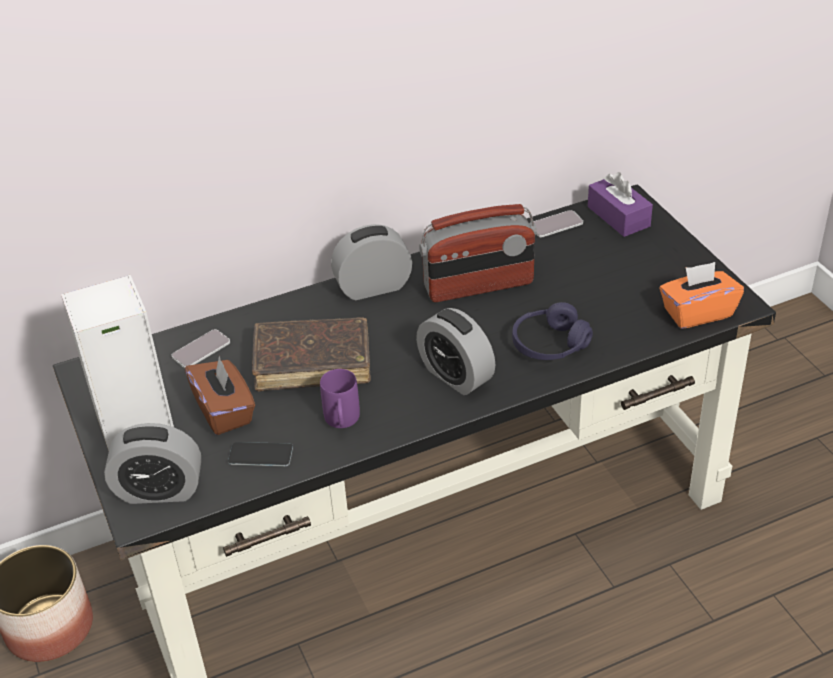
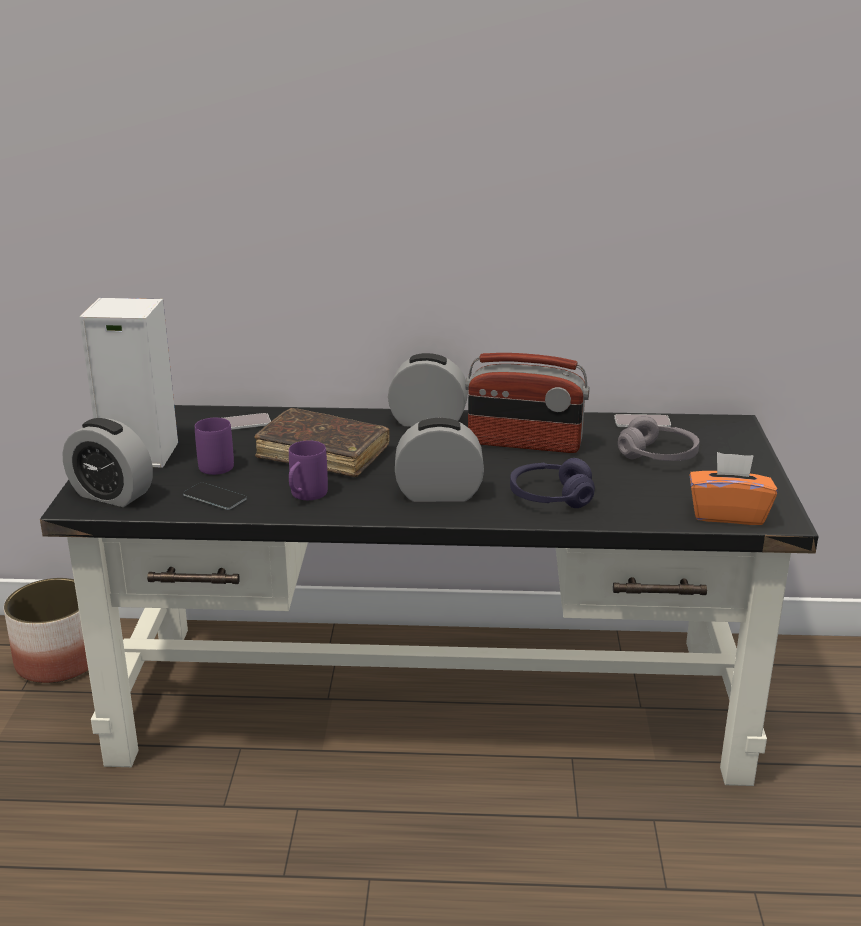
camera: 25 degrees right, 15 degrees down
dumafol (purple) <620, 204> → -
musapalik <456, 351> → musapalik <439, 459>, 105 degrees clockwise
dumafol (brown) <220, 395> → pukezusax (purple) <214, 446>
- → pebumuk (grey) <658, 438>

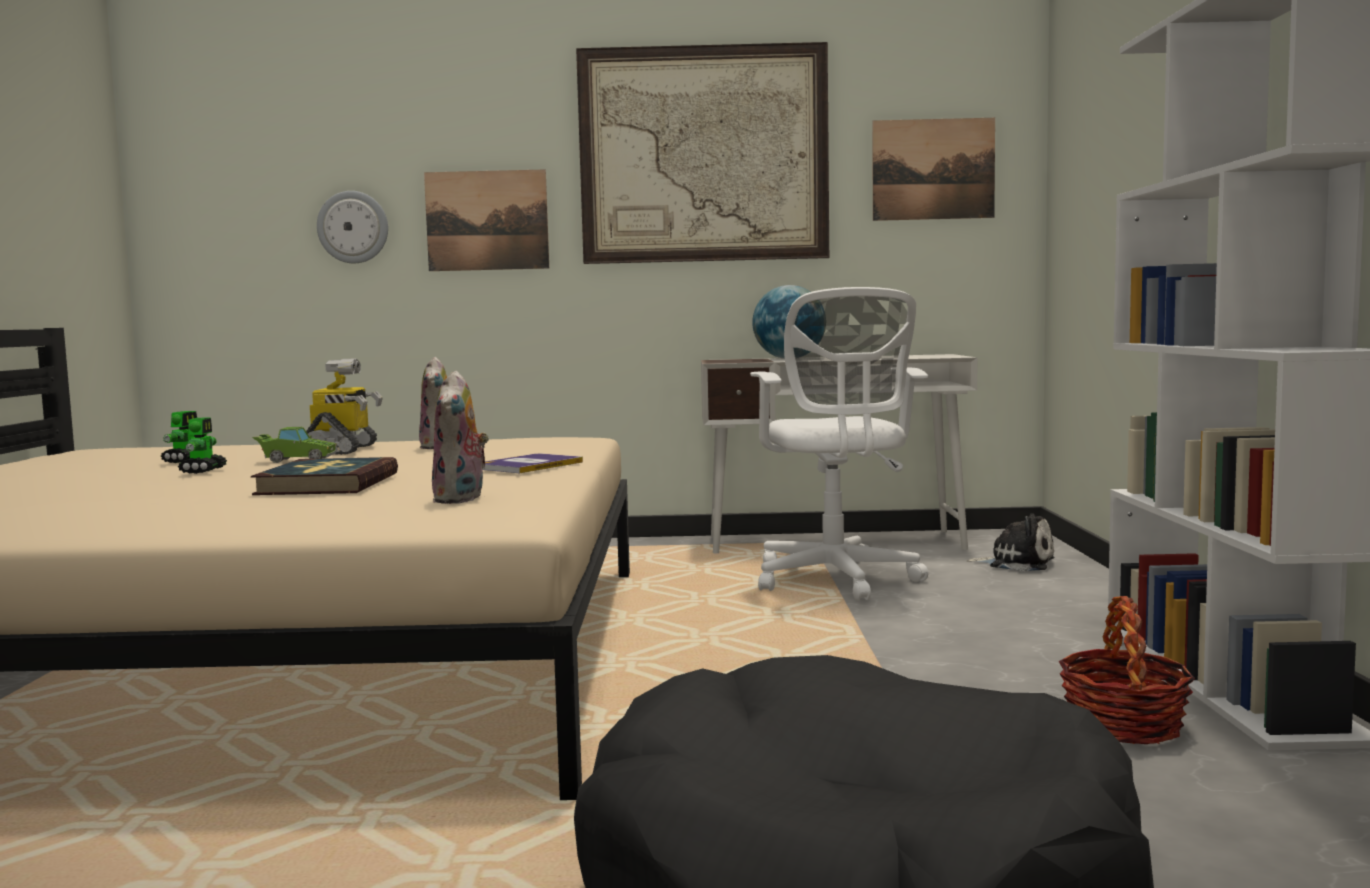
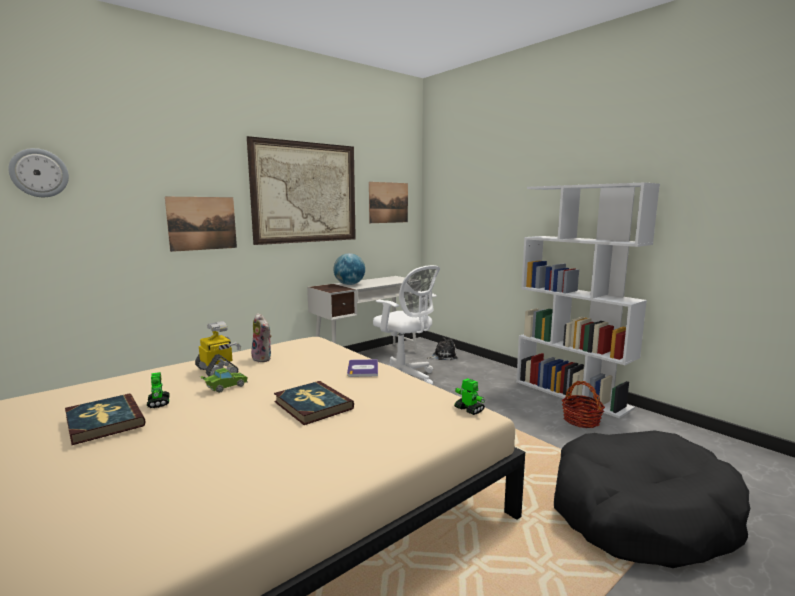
camera: 40 degrees left, 5 degrees up
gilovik <352, 227> → gilovik <38, 172>, relocated
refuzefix <460, 437> → -
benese <202, 445> → benese <469, 396>, relocated
- → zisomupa <105, 419>

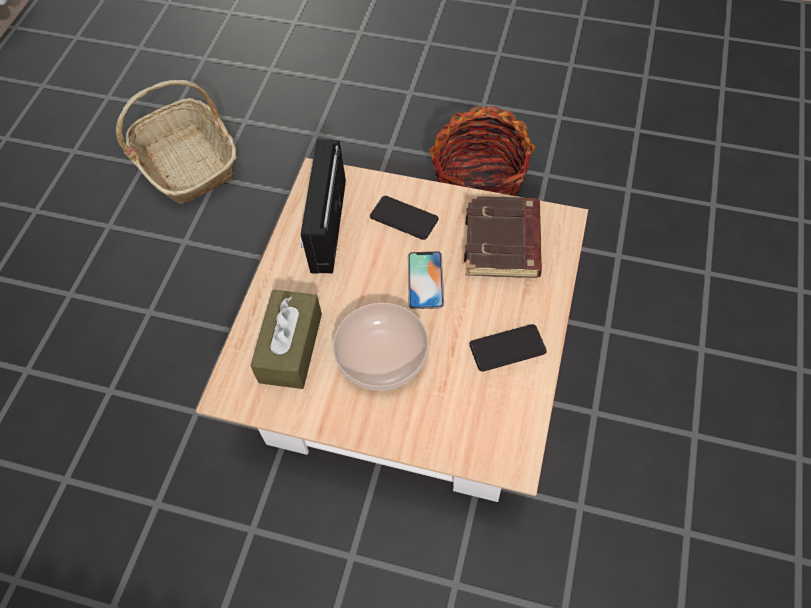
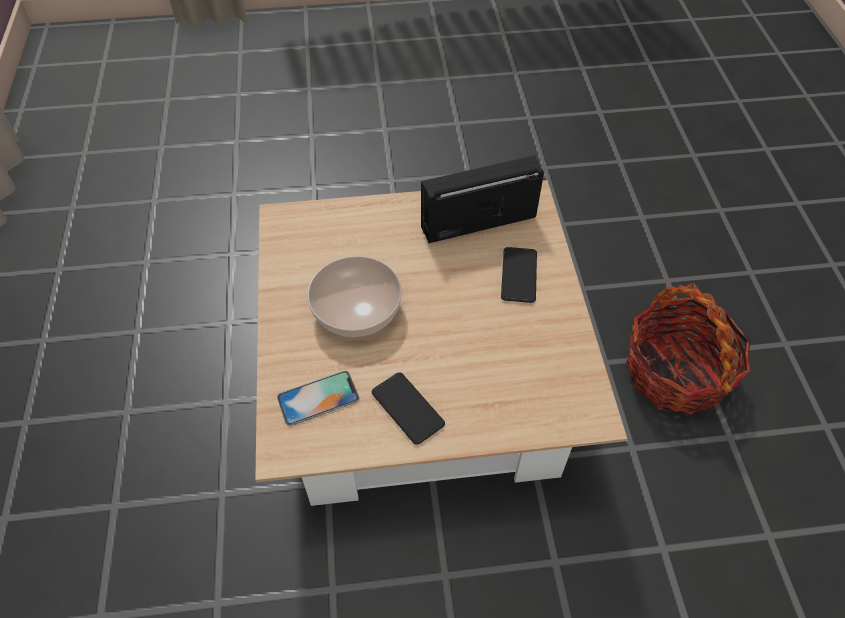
camera: 65 degrees right, 5 degrees down
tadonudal <176, 142> → -
zisomupa (brown) <503, 237> → -
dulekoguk <426, 280> → dulekoguk <318, 398>, relocated
dumafol (brown) <286, 339> → -

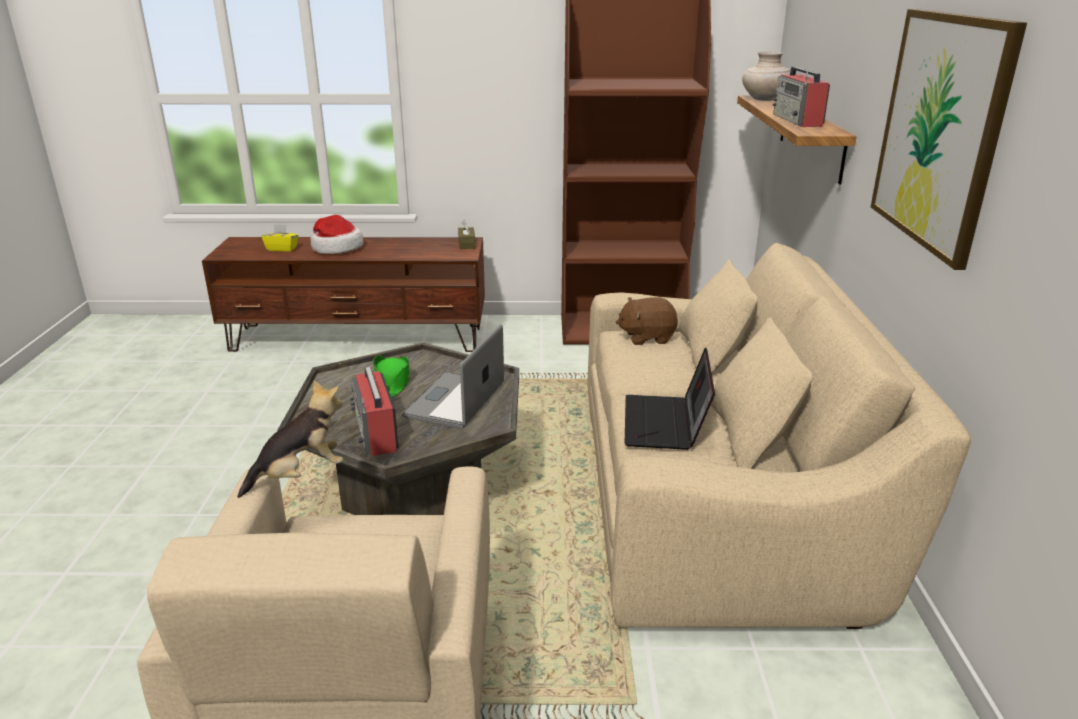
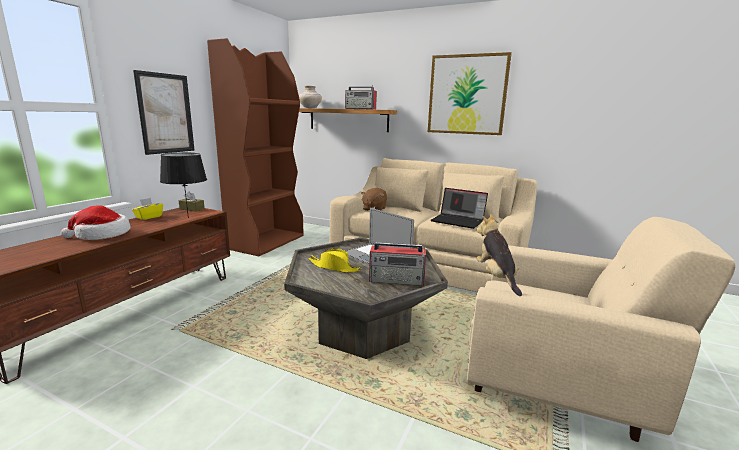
camera: 65 degrees left, 10 degrees down
dumafol (yellow) <280, 238> → dumafol (yellow) <147, 209>, relocated
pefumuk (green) <391, 377> → pefumuk (yellow) <335, 261>
- → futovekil <164, 112>
- → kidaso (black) <183, 185>

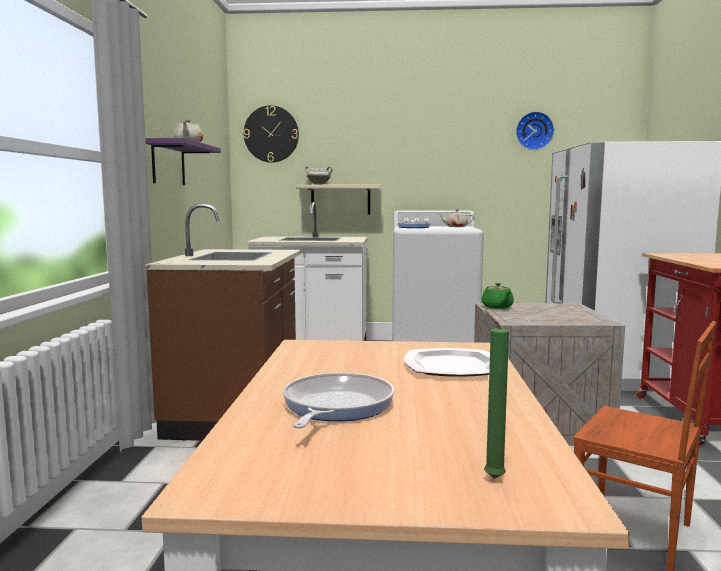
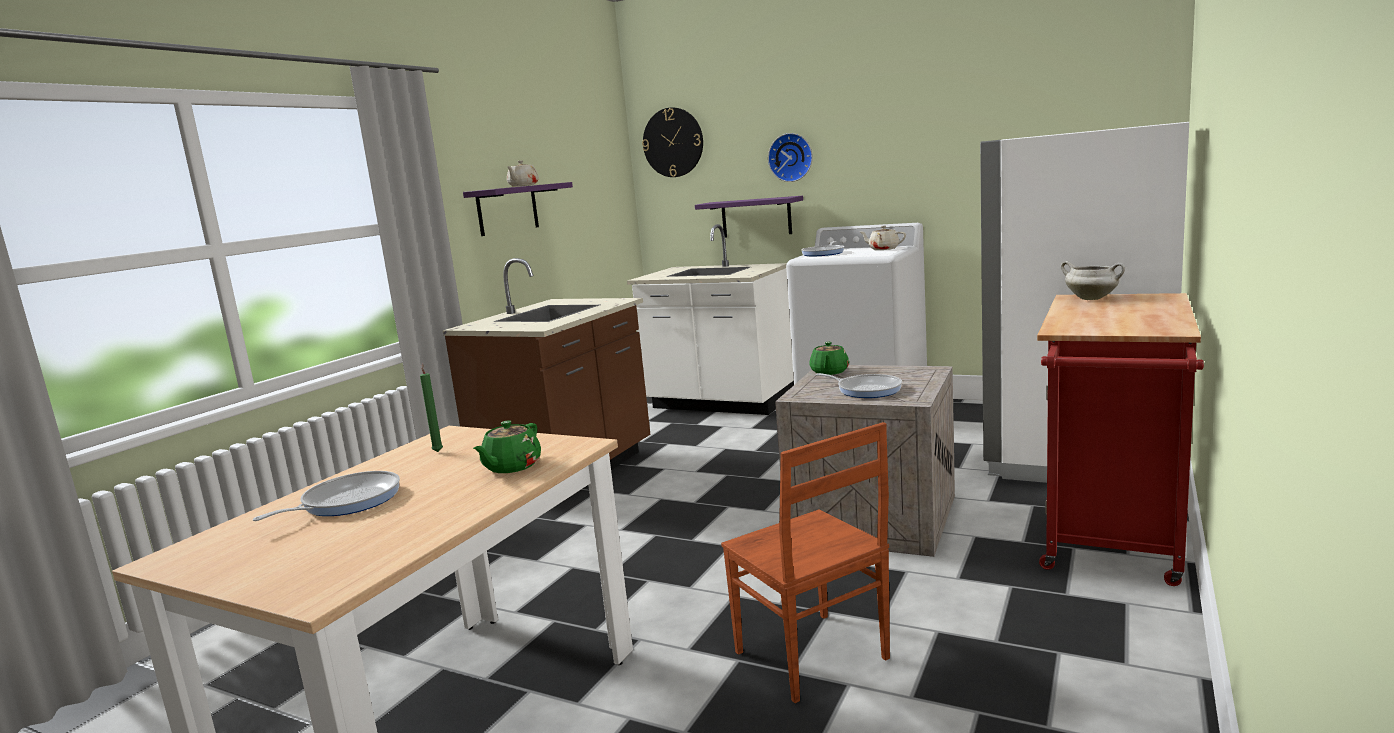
camera: 25 degrees right, 5 degrees up
gilovik <535, 130> → gilovik <790, 157>, relocated
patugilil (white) <319, 175> → patugilil (white) <1092, 280>, relocated
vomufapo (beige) <338, 200> → vomufapo (purple) <749, 217>
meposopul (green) <496, 394> → meposopul (green) <431, 408>, relocated
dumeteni <447, 362> → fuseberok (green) <507, 446>
- → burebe <859, 385>

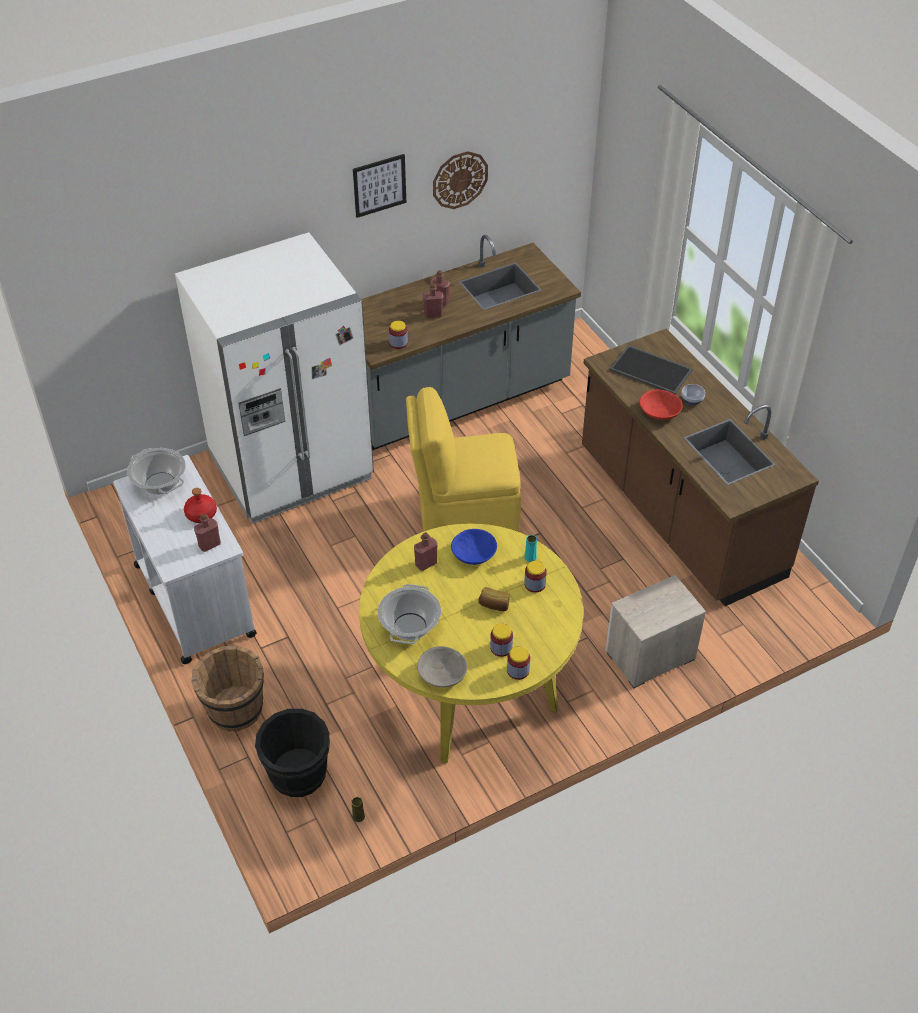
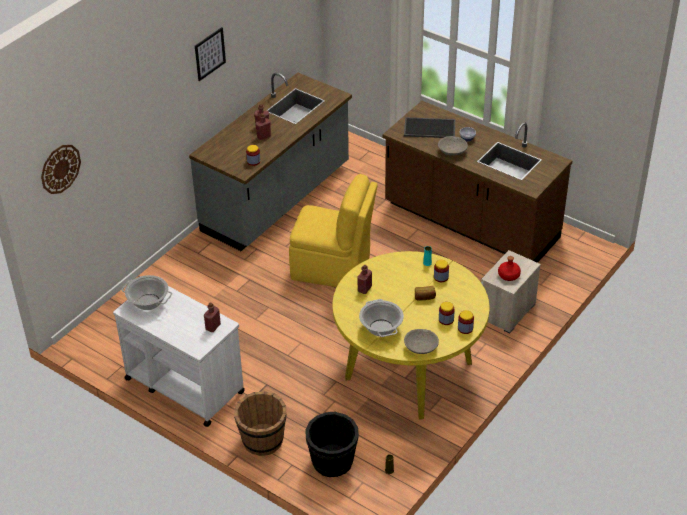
camera: 25 degrees left, 5 degrees down
gilovik <460, 180> → gilovik <61, 169>, relocated
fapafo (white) <274, 378> → -
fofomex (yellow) <463, 459> → fofomex (yellow) <333, 230>, 135 degrees counterclockwise
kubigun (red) <661, 404> → kubigun (grey) <453, 146>
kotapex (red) <200, 505> → kotapex (red) <509, 268>, relocated
kubigun (blue) <474, 547> → -

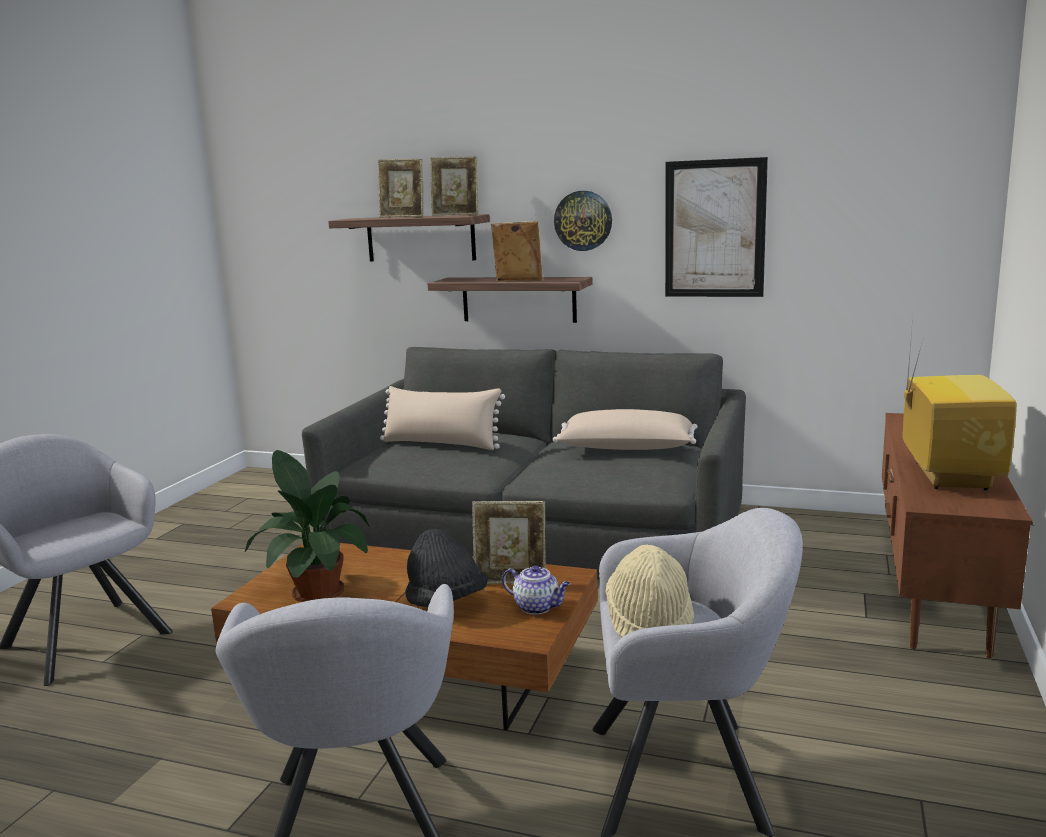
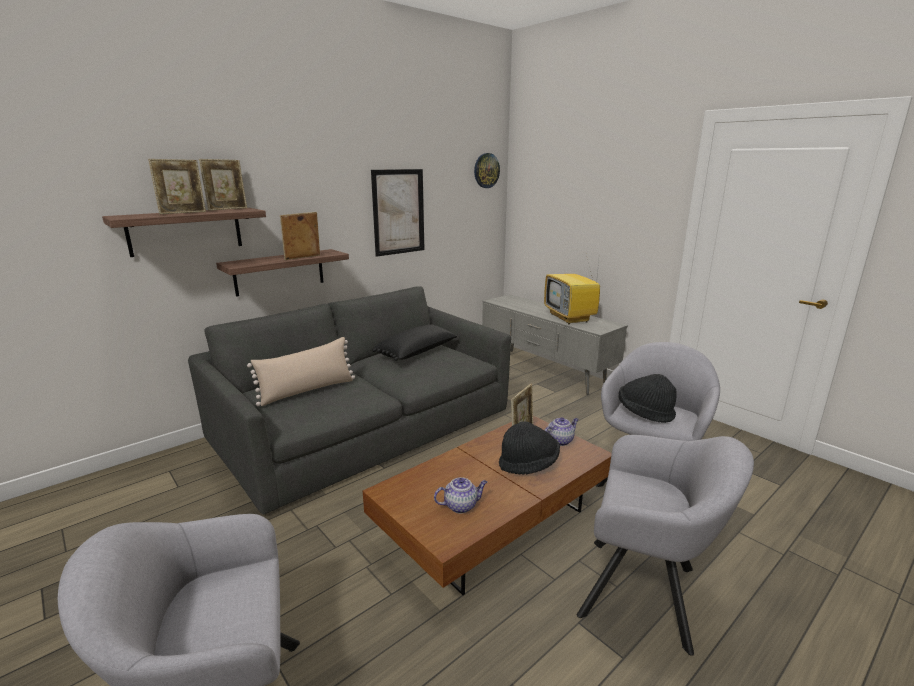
camera: 60 degrees left, 5 degrees up
gilovik <583, 221> → gilovik <487, 170>, relocated
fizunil <960, 404> → fizunil <572, 288>, 150 degrees counterclockwise
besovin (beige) <625, 429> → besovin (black) <414, 342>
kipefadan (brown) <958, 535> → kipefadan (grey) <555, 344>
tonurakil <307, 526> → fuseberok <460, 495>
pefumuk (beige) <649, 591> → pefumuk (black) <647, 398>

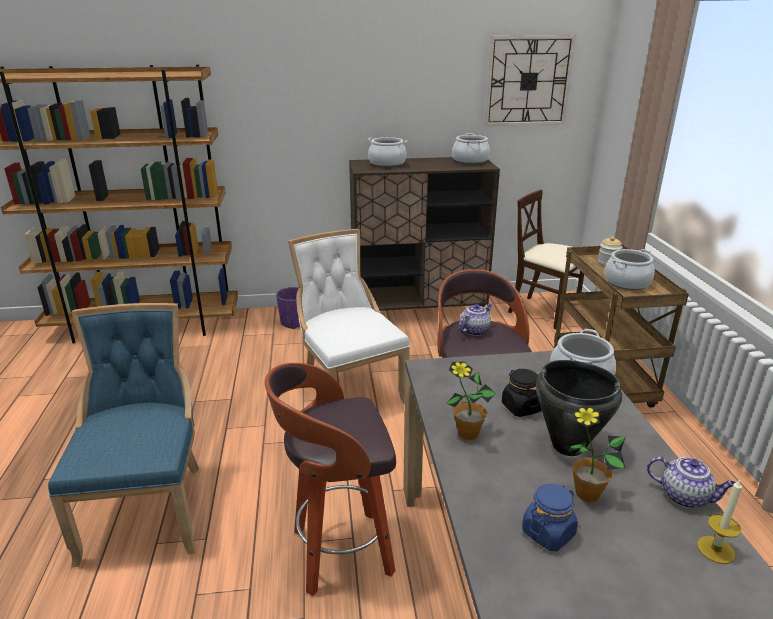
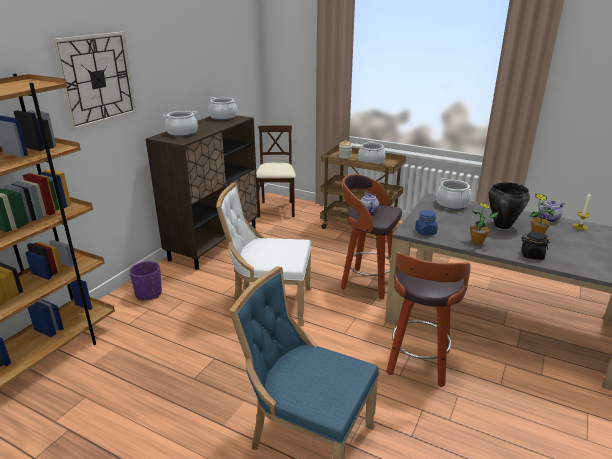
camera: 55 degrees left, 0 degrees up
gilovik <530, 80> → gilovik <94, 81>, relocated
fofomex (beige) <546, 259> → fofomex (beige) <276, 171>, 105 degrees clockwise
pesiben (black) <521, 393> → pesiben (black) <535, 245>, relocated
pesiben (blue) <550, 518> → pesiben (blue) <426, 222>, relocated

